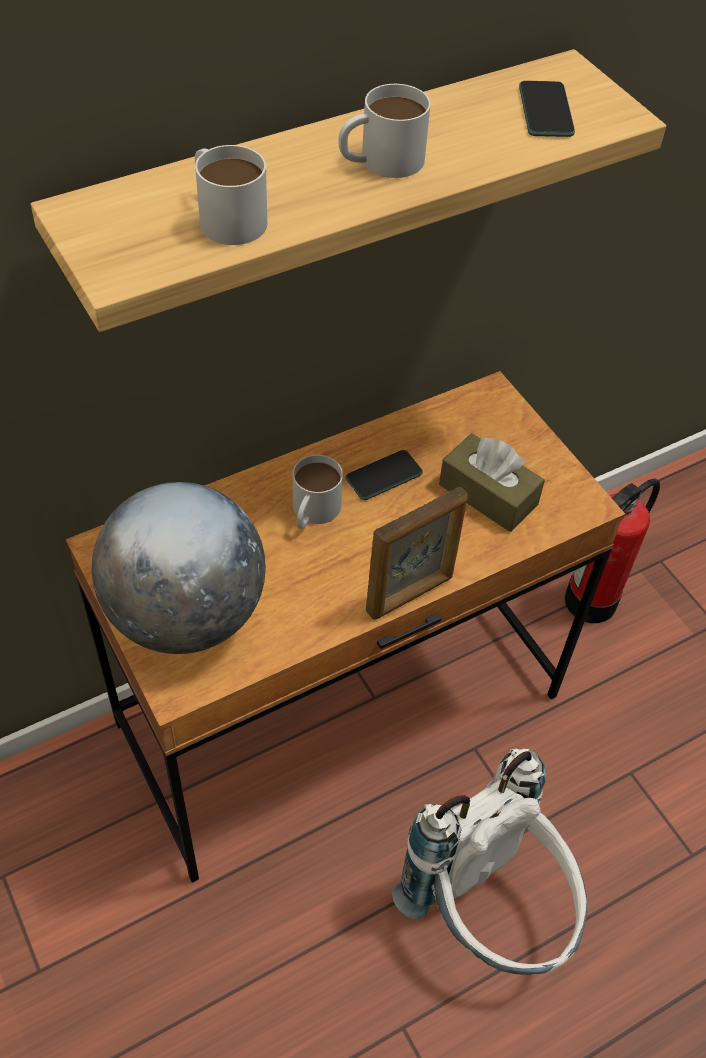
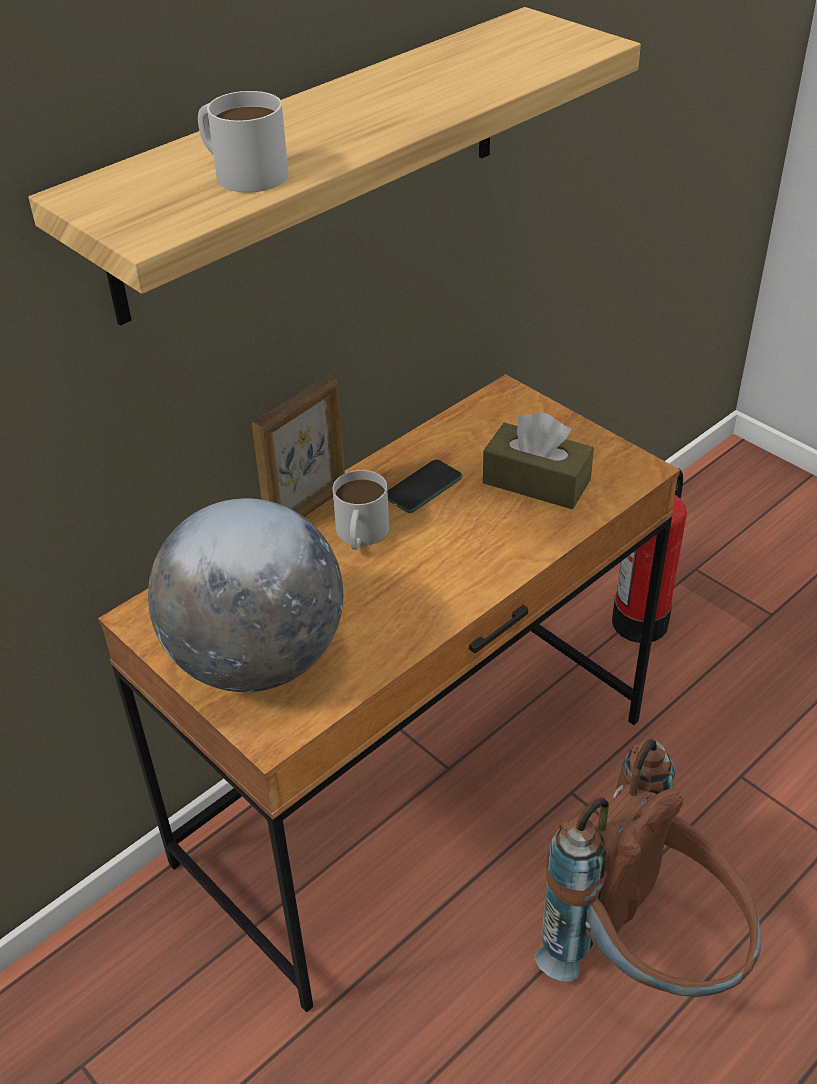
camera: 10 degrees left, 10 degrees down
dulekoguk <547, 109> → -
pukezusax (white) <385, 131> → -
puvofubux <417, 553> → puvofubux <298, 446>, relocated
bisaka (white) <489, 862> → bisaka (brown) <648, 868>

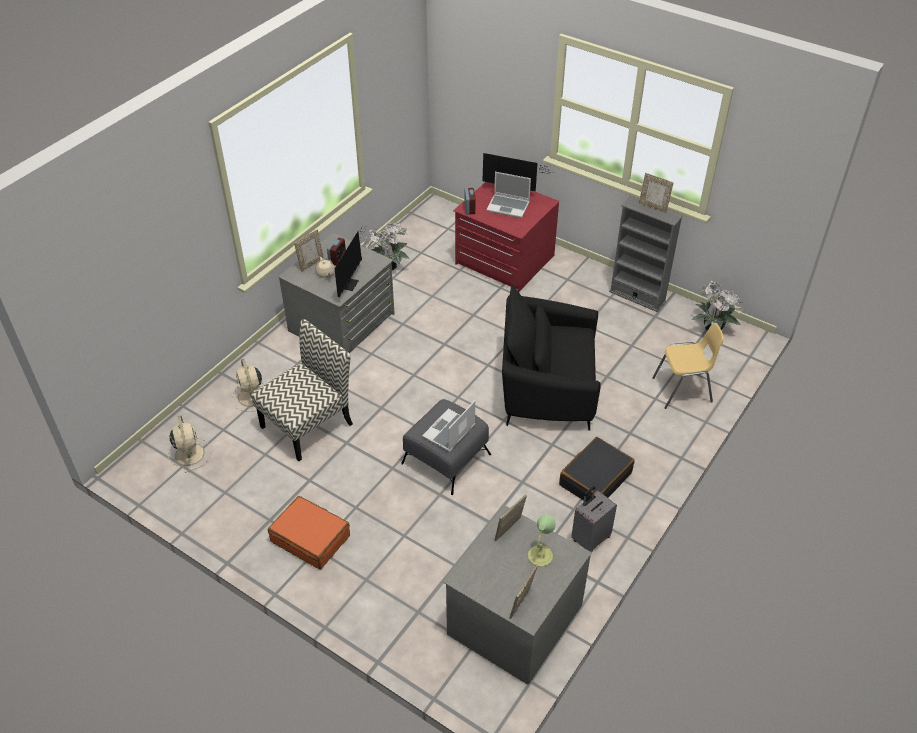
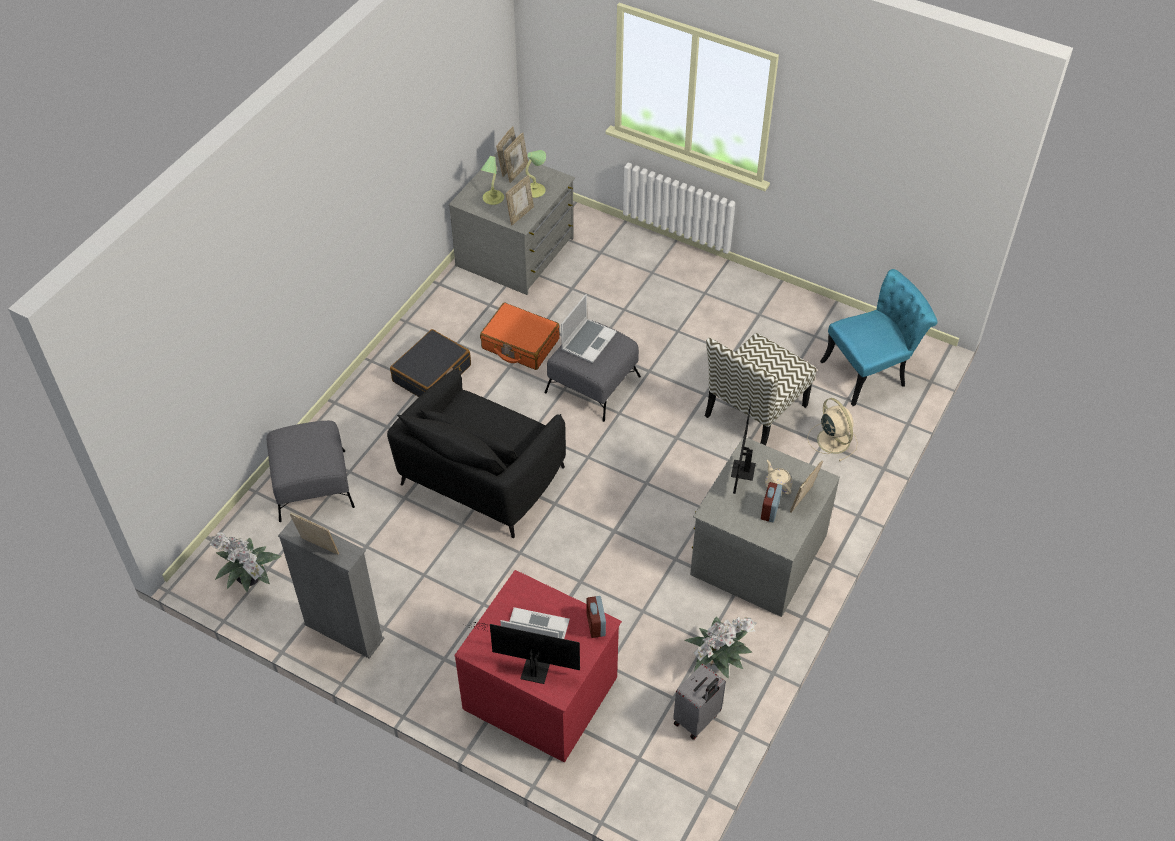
camera: 175 degrees right, 5 degrees up
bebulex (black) <551, 357> → bebulex (black) <476, 453>, 120 degrees clockwise
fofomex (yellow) <688, 366> → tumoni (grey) <311, 471>
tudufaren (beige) <189, 444> → fofomex (turquoise) <878, 337>
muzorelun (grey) <594, 519> → muzorelun (grey) <699, 702>, relocated
muzorelun (orange) <309, 533> → muzorelun (orange) <520, 336>, relocated
- → puvofubux <516, 158>
- → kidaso <535, 174>

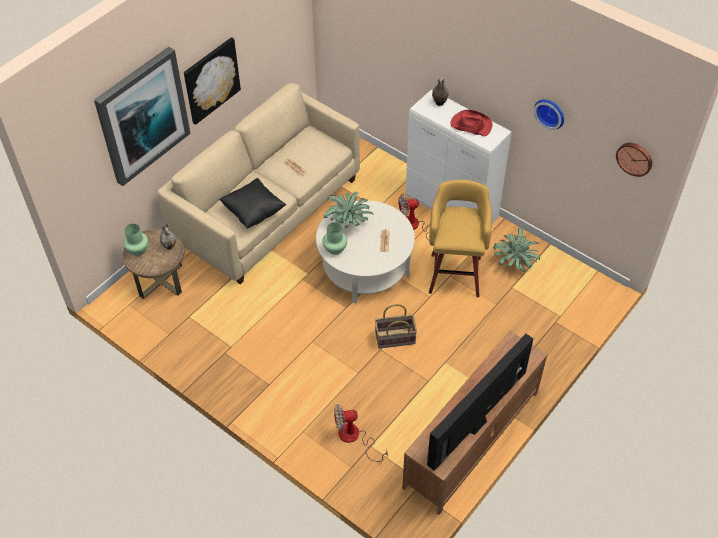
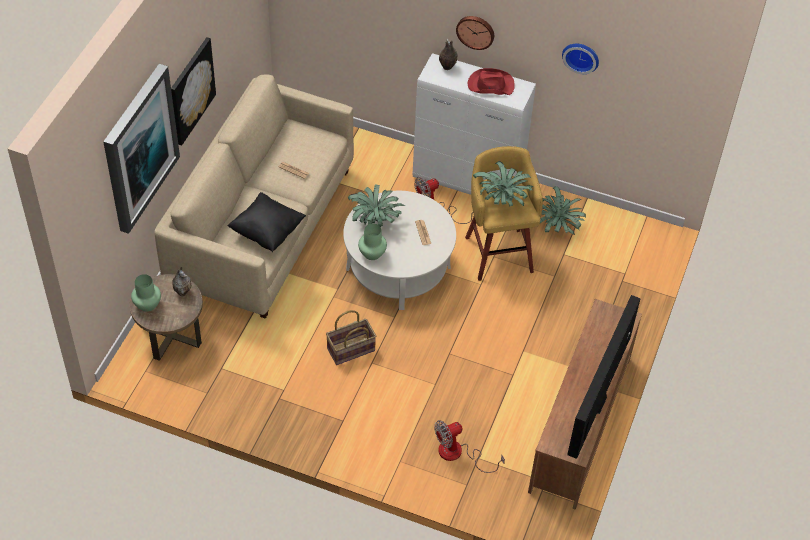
camera: 20 degrees left, 0 degrees up
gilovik <634, 160> → gilovik <475, 33>, relocated
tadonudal <396, 326> → tadonudal <351, 337>, relocated
- → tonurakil <503, 184>

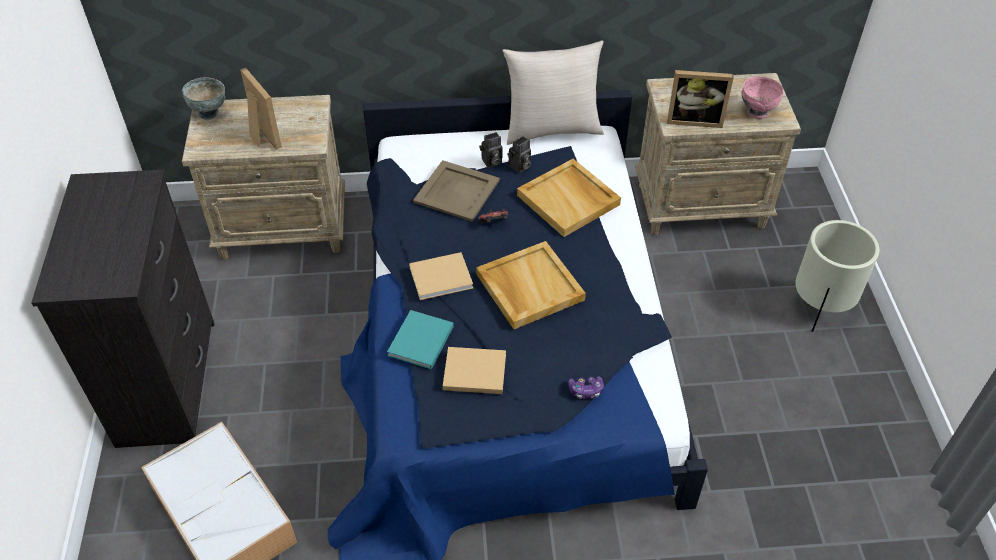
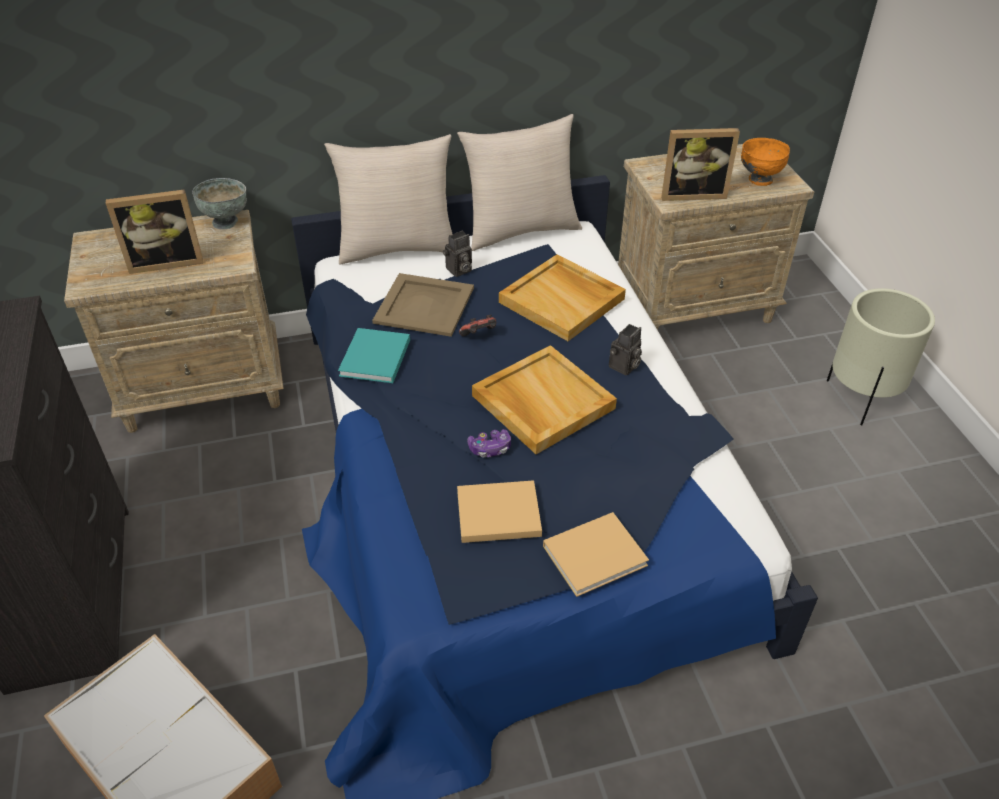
camera: 10 degrees left, 5 degrees down
puvofubux <261, 109> → puvofubux <154, 231>, 120 degrees clockwise
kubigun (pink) <762, 97> → kubigun (orange) <765, 162>
kubigun (grey) <203, 98> → kubigun (grey) <219, 204>, relocated
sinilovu <519, 154> → sinilovu <625, 350>, relocated
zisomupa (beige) <441, 276> → zisomupa (beige) <596, 554>, relocated
zisomupa (turquoise) <420, 340> → zisomupa (turquoise) <374, 355>, relocated
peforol <586, 387> → peforol <489, 443>, relocated
- → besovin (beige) <388, 199>

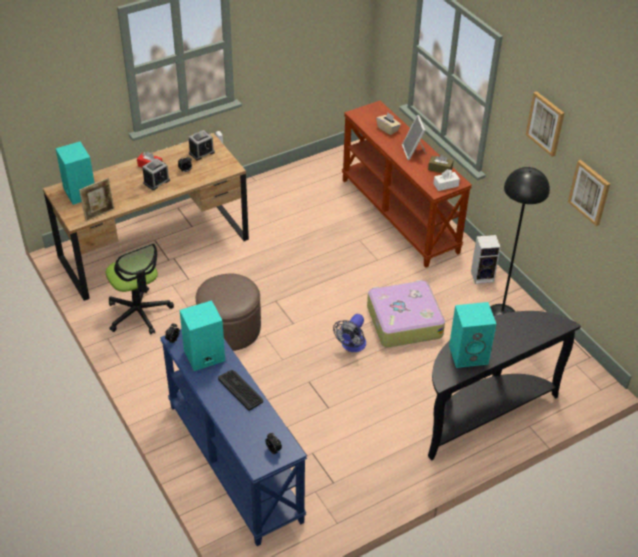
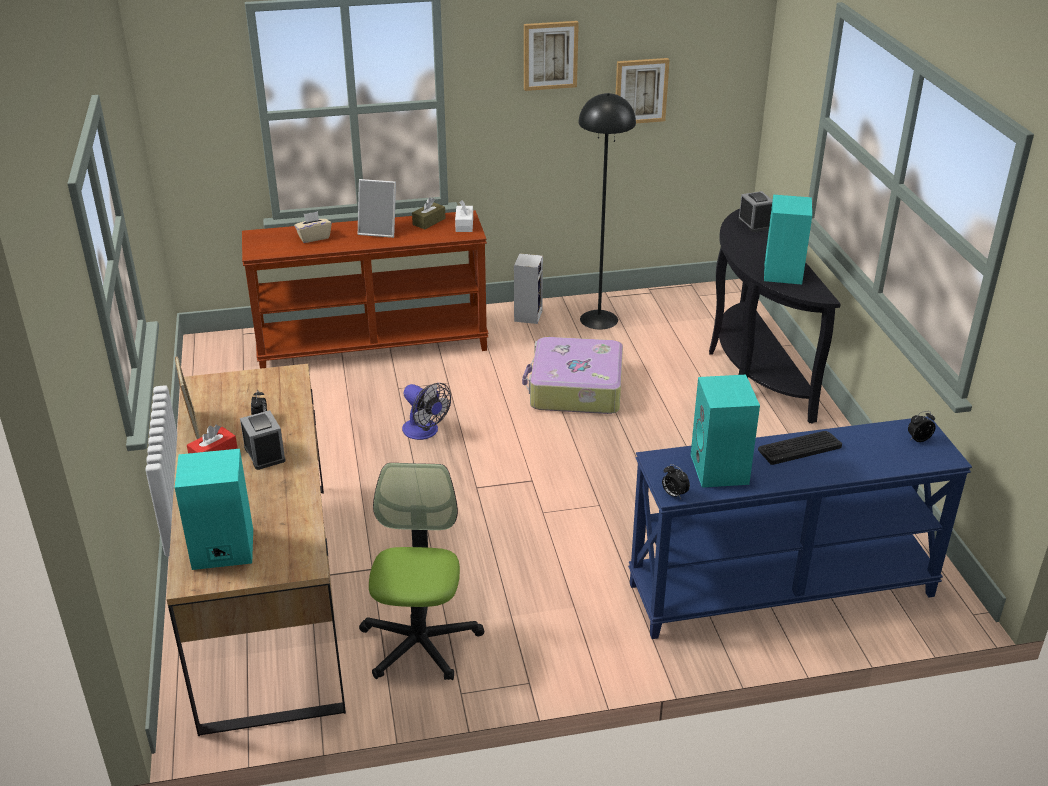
camera: 70 degrees left, 10 degrees down
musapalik <202, 145> → musapalik <755, 211>, relocated
puvofubux <96, 200> → puvofubux <187, 397>, relocated
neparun <140, 288> → neparun <421, 571>, 75 degrees counterclockwise
tumoni (brown) <228, 312> → -
tudufaren <349, 333> → tudufaren <426, 411>, relocated

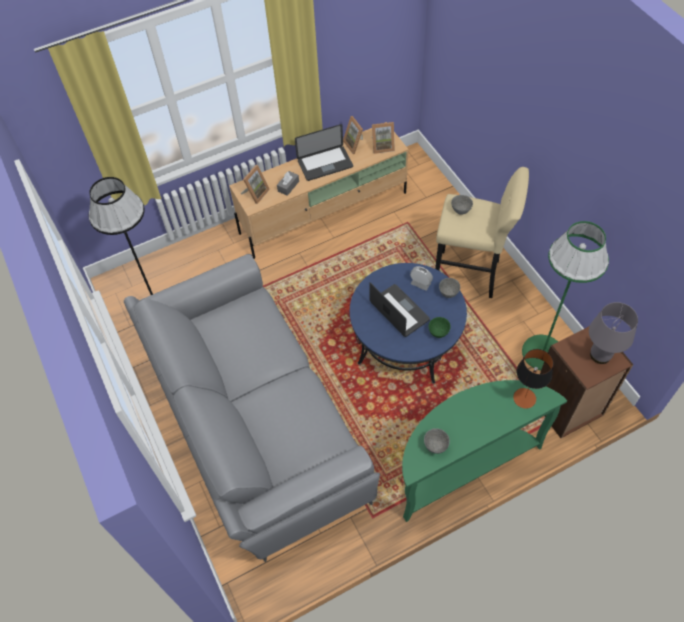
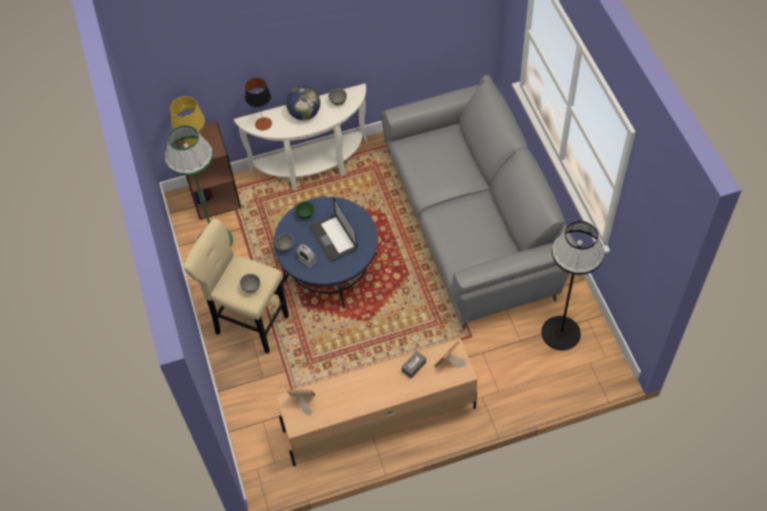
camera: 170 degrees left, 0 degrees up
puvofubux <353, 135> → -
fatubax <324, 152> → -
kidaso (grey) <613, 333> → kidaso (yellow) <187, 121>
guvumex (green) <484, 451> → guvumex (white) <301, 136>
- → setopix <303, 103>

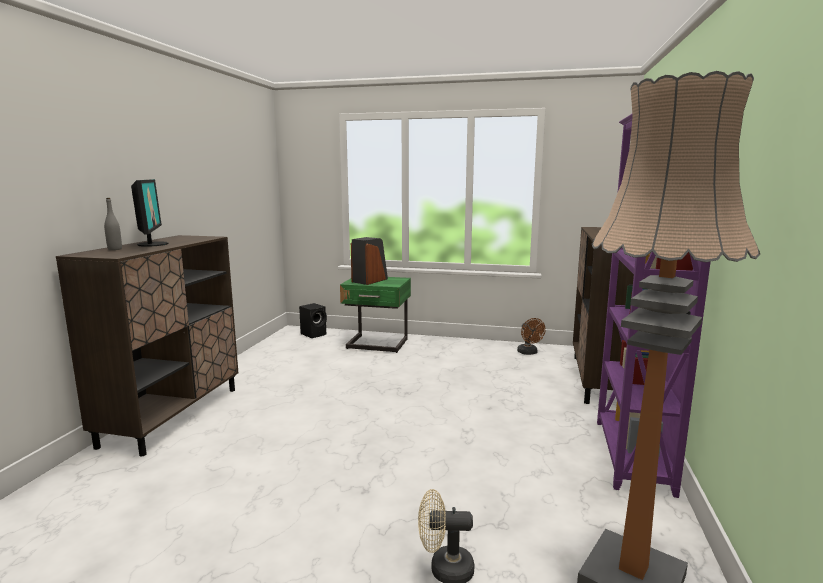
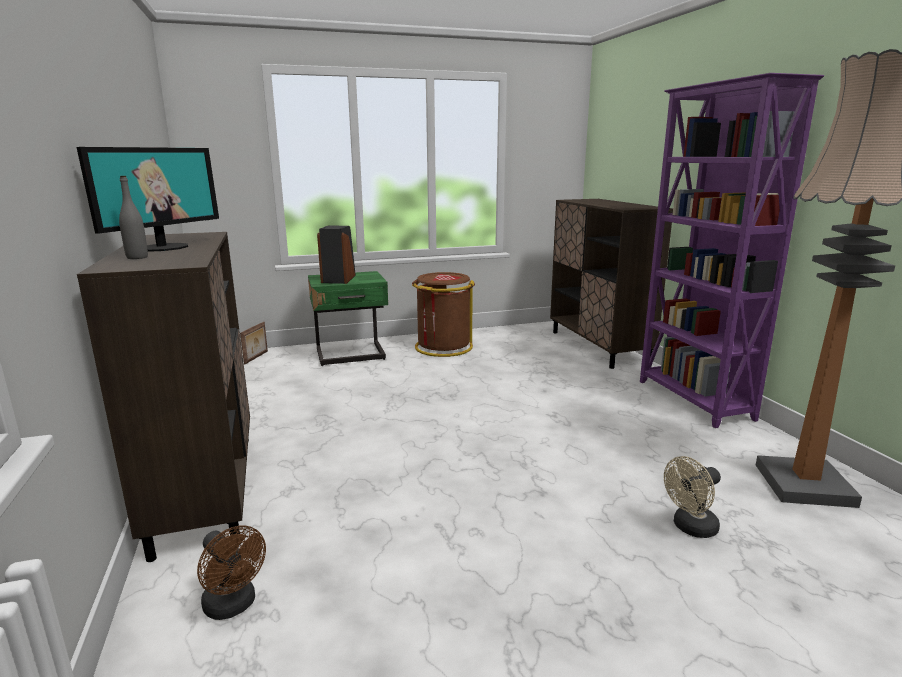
camera: 30 degrees left, 5 degrees up
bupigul <149, 213> → bupigul <148, 199>, 75 degrees clockwise
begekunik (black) <313, 320> → puvofubux <254, 343>
tudufaren (brown) <531, 336> → tudufaren (brown) <231, 573>, relocated
- → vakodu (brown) <443, 314>

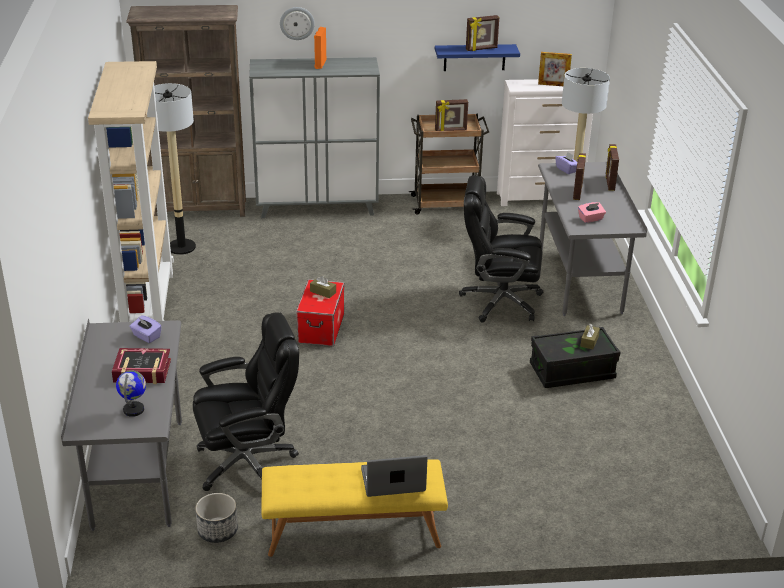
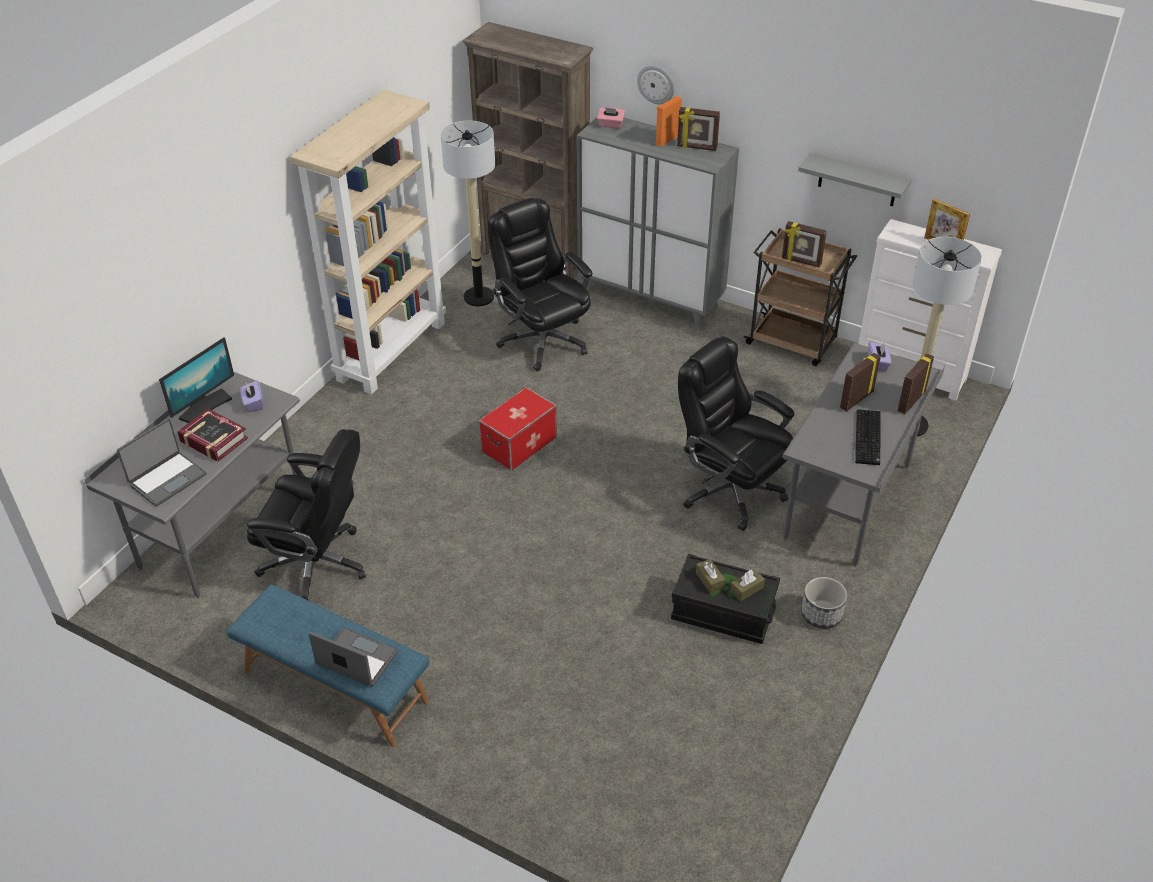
camera: 35 degrees right, 10 degrees up
puvofubux <482, 33> → puvofubux <698, 129>, relocated
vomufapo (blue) <477, 57> → vomufapo (grey) <855, 179>
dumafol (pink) <592, 212> → dumafol (pink) <611, 118>, relocated
dumafol (brown) <323, 287> → dumafol (brown) <710, 576>, relocated
setopix <131, 393> → fatubax <162, 463>
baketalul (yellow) <354, 508> → baketalul (blue) <327, 665>
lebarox <216, 518> → lebarox <824, 603>, relocated
- → neparun (black) <540, 284>
- → bupigul <196, 380>
- → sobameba <868, 437>

